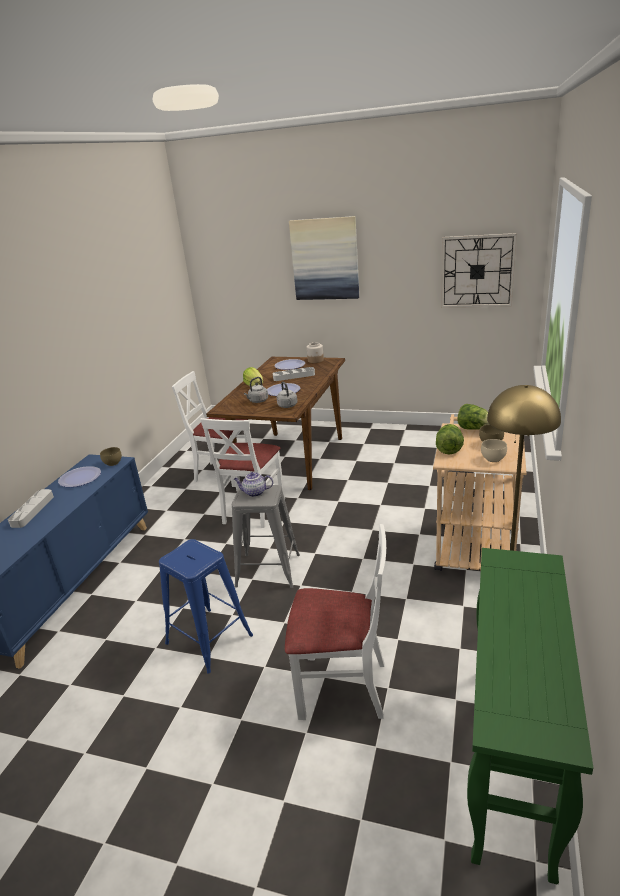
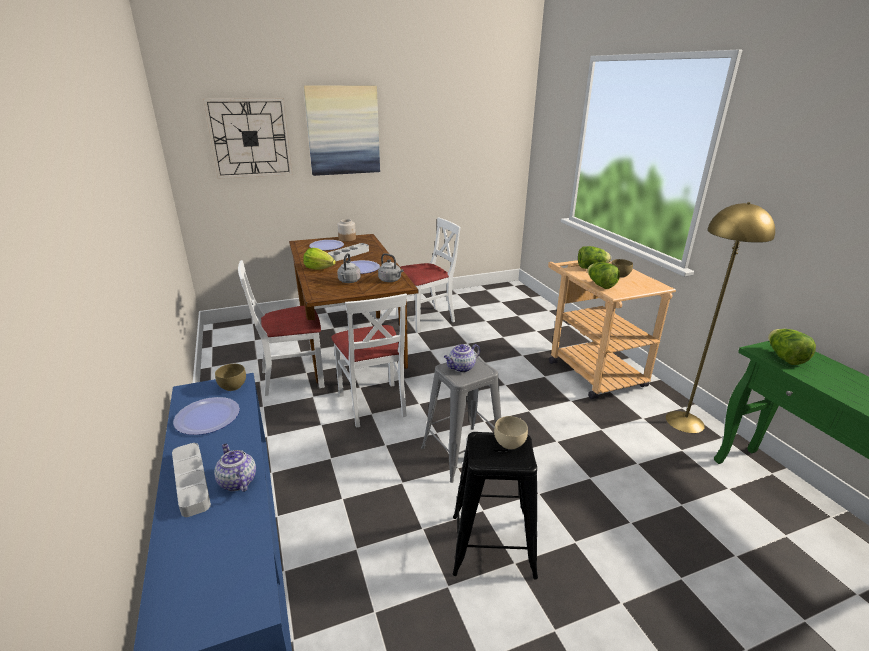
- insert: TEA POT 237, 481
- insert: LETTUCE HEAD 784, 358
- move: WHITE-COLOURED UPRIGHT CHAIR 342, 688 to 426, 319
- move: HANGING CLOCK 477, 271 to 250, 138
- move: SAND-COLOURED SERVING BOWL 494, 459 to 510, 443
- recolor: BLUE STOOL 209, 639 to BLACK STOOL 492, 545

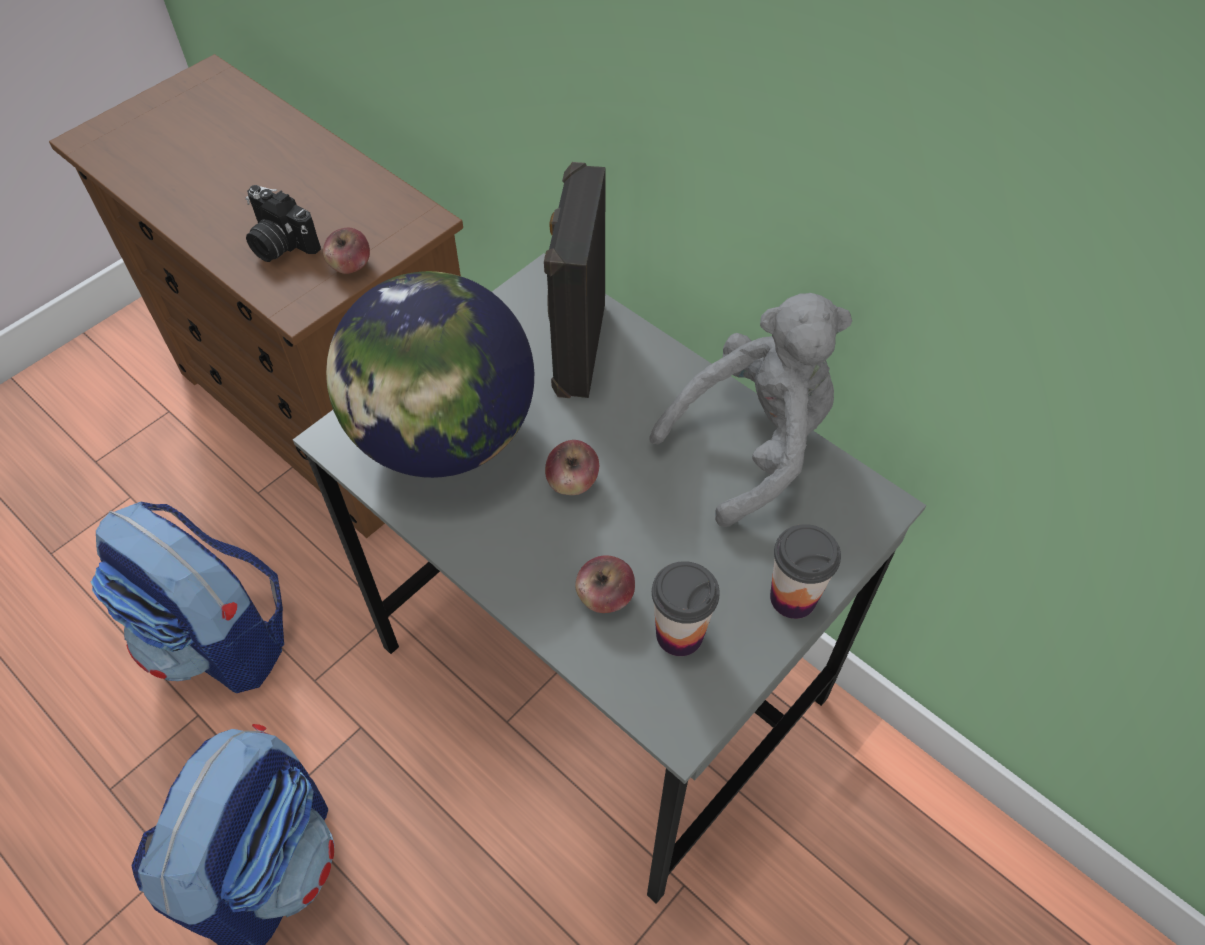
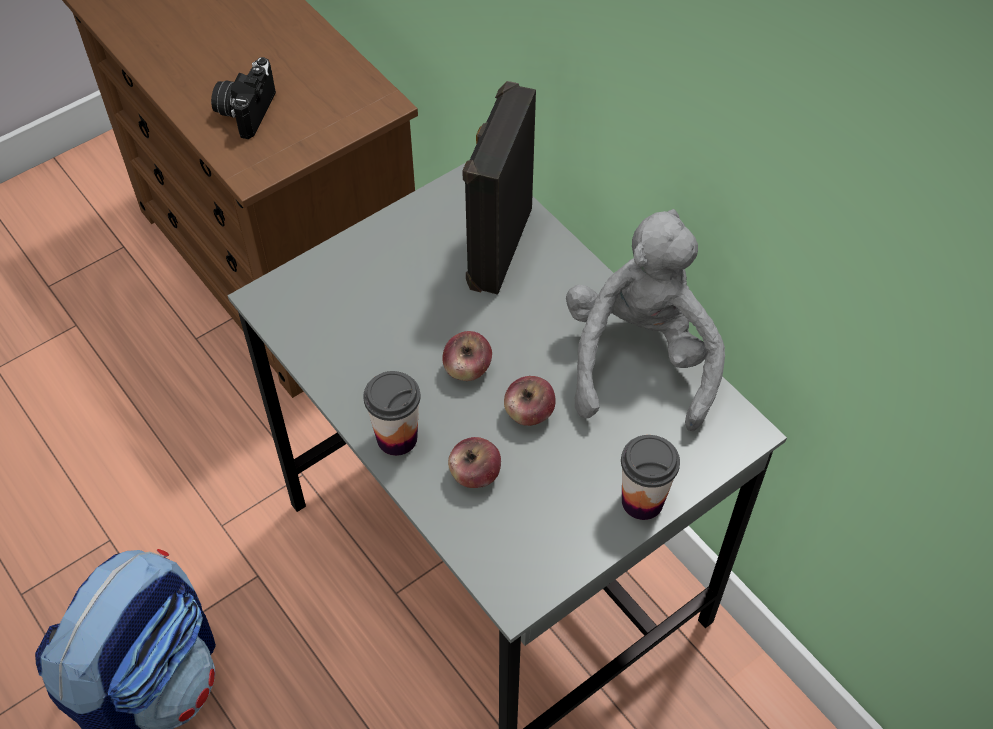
- delete: RUCKSACK 221, 639
- delete: WORLD GLOBE 443, 437
- move: WHOLE APPLE 350, 266 to 529, 413
- move: SMALL CUP 679, 634 to 397, 438
- rotate: PHOTO CAMERA 279, 244 = 245, 111 60 degrees clockwise
- rotate: GREY SOFT TOY 753, 444 = 639, 359 60 degrees counterclockwise

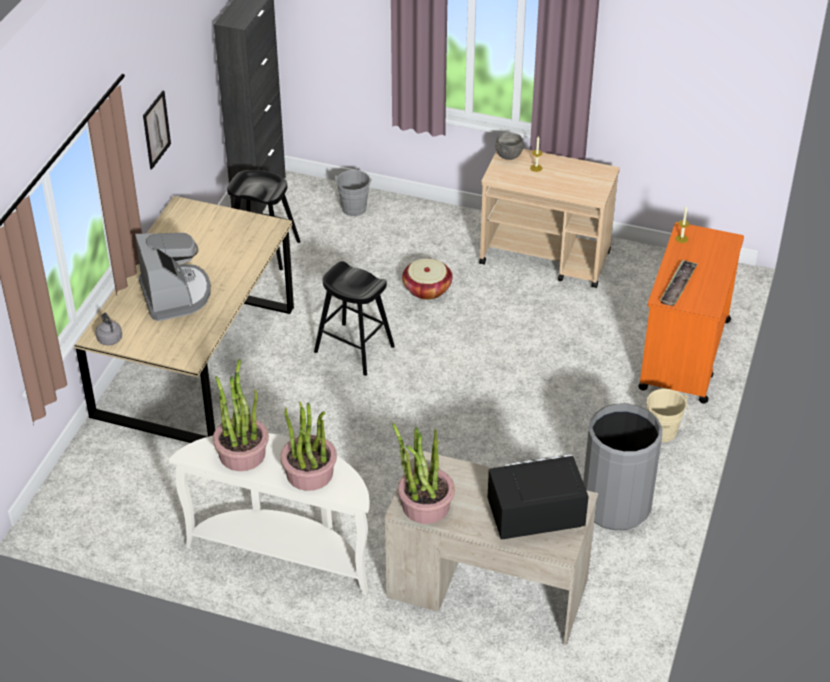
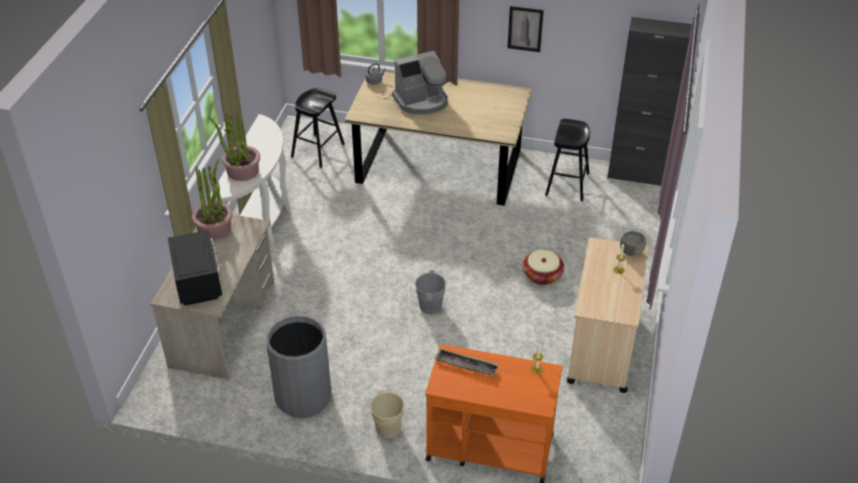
- delete: PLANT IN A POT 242, 454
- move: BLACK STOOL 354, 349 to 317, 150
- move: GREY BUCKET 353, 210 to 427, 306

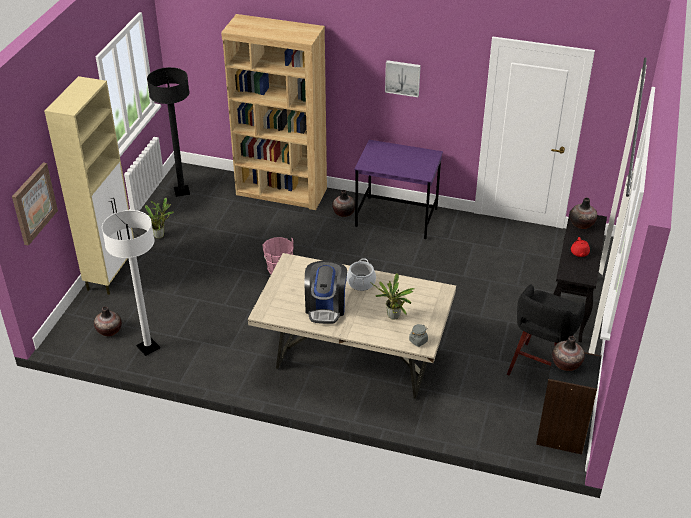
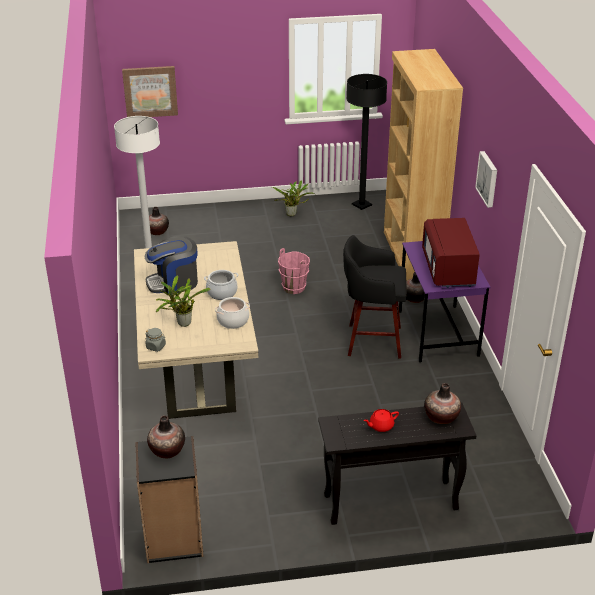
- delete: SAND-COLOURED CABINET 111, 273
- insert: COOKING POT 233, 321
- insert: REDDISH MICROWAVE OVEN 448, 269
- move: BLACK STOOL 539, 368 to 372, 341

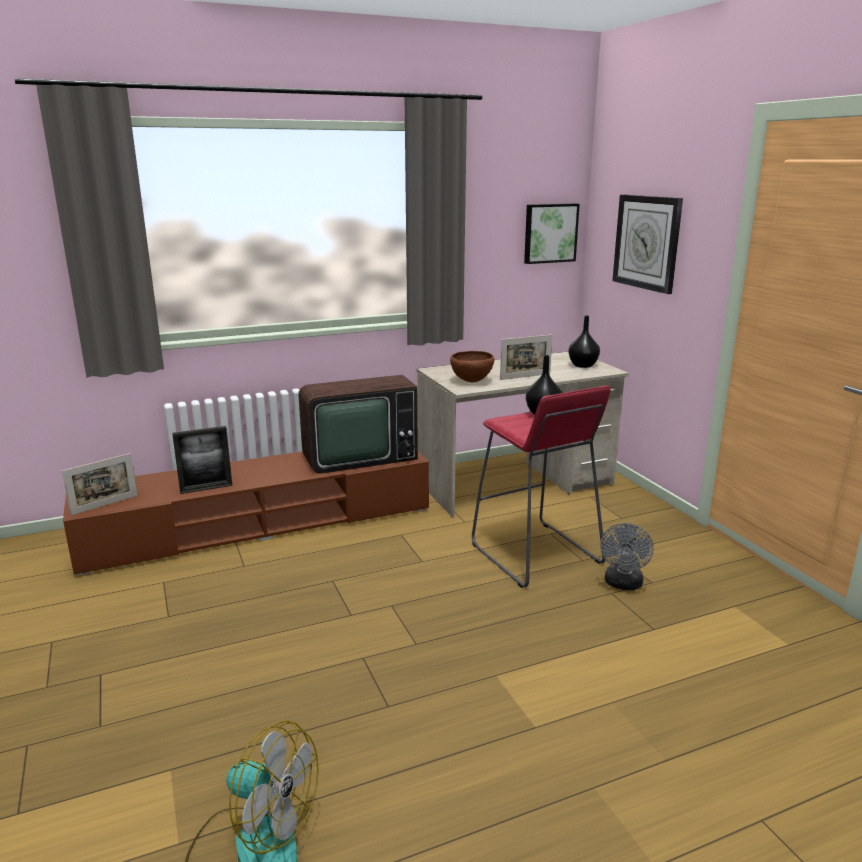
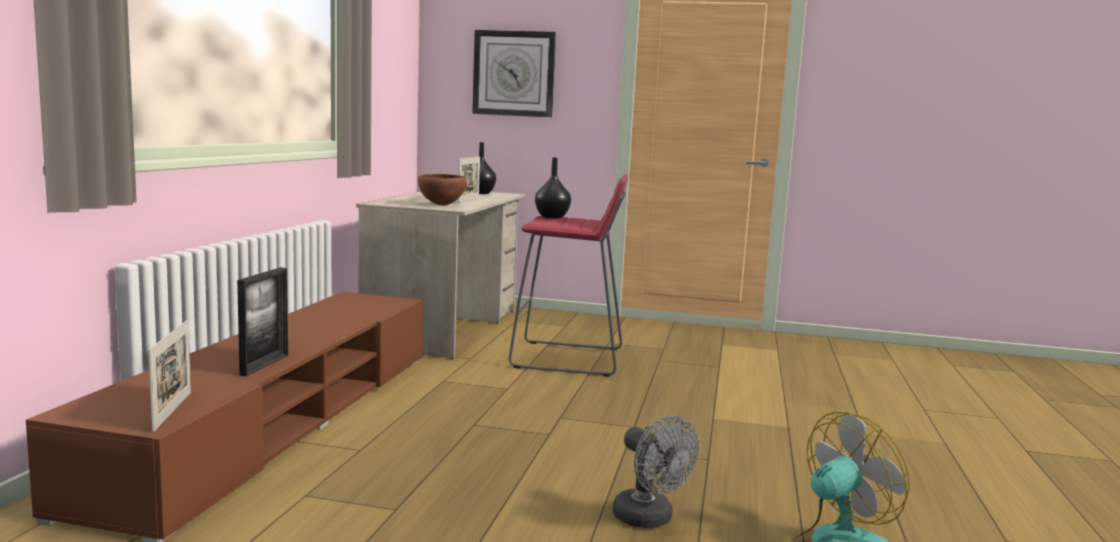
- delete: TV SET 357, 456
- delete: PICTURE 549, 233
- move: GREY FAN 623, 584 to 649, 519

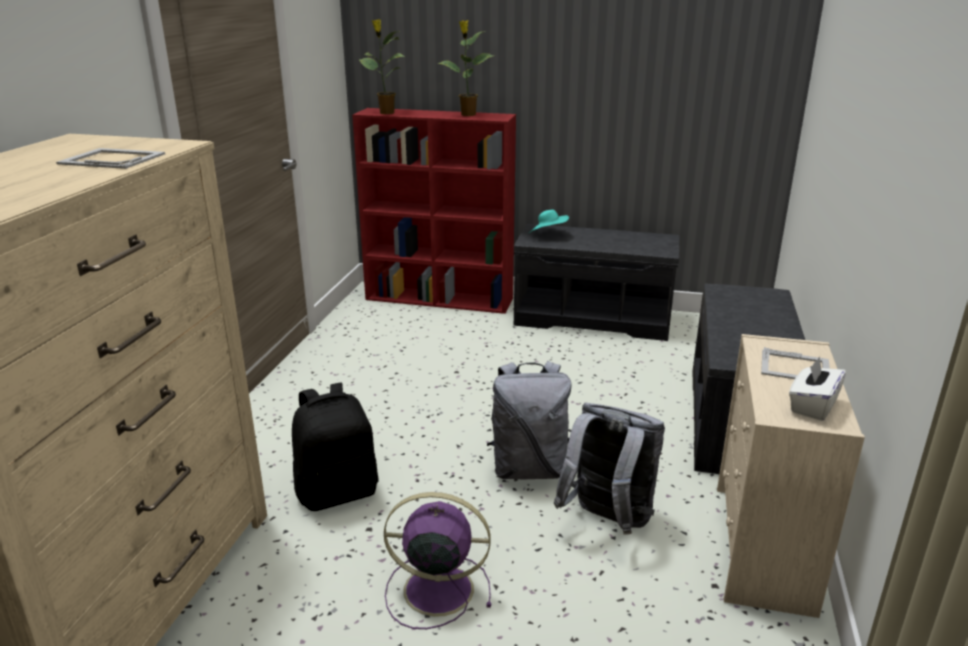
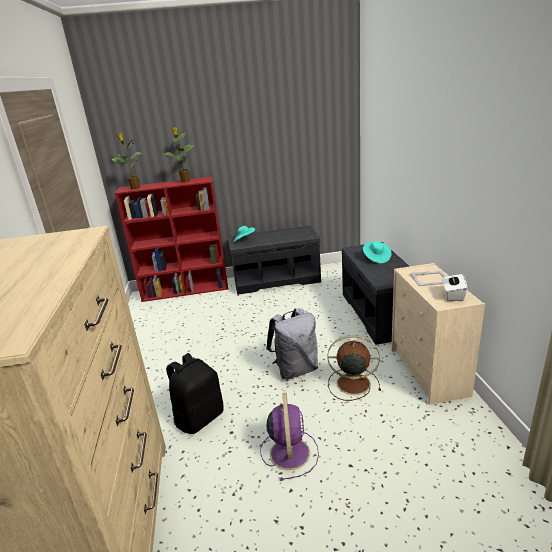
- delete: PHOTO FRAME 111, 158
- insert: BLUE-GREEN CLOTHING HAT 376, 258
- replace: GREY RUCKSACK 607, 521 to BROWN FAN 351, 383
- rotate: PURPLISH FAN 435, 589 = 289, 452 105 degrees clockwise

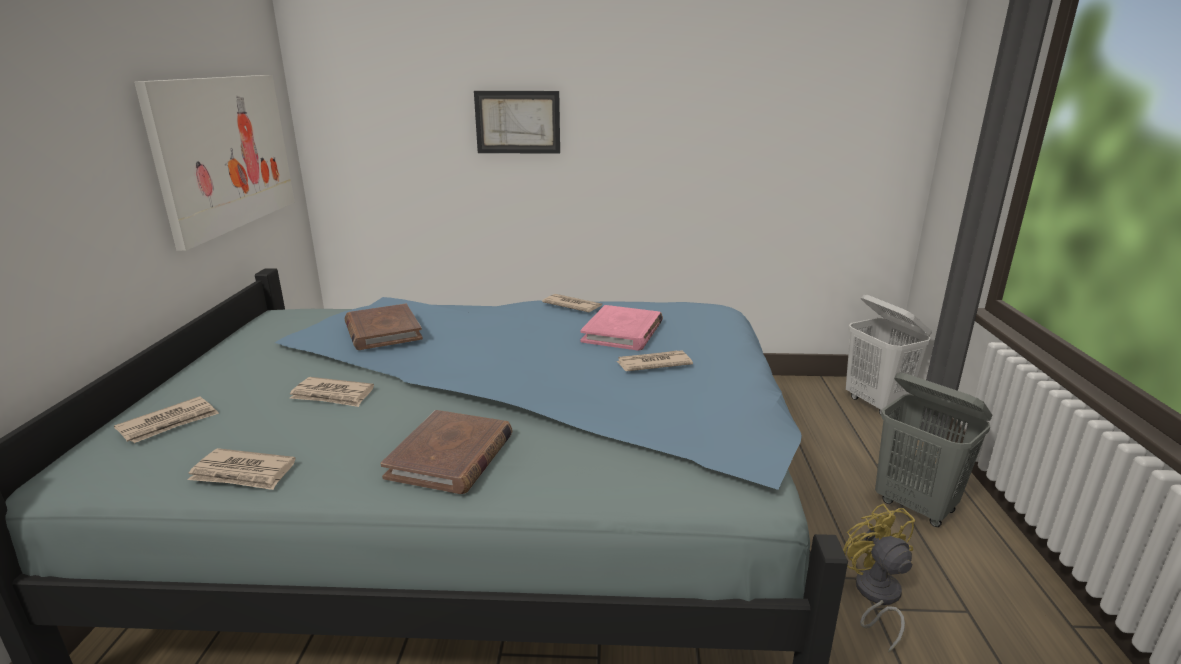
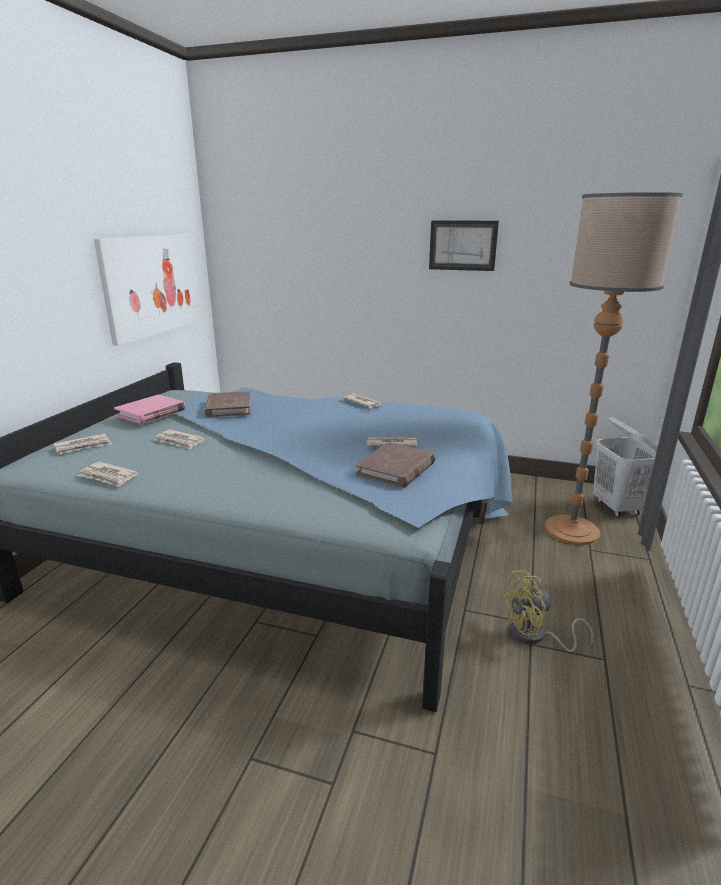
- delete: GREY LAUNDRY BASKET 915, 506
- insert: FLOOR LAMP 572, 530
- move: BROWN VOLUME 451, 456 to 396, 468
- move: PICTURE 517, 122 to 462, 245
- move: PINK VOLUME 623, 332 to 151, 412
- rotate: YELLOW-COLOURED FAN 875, 596 = 535, 636 105 degrees counterclockwise

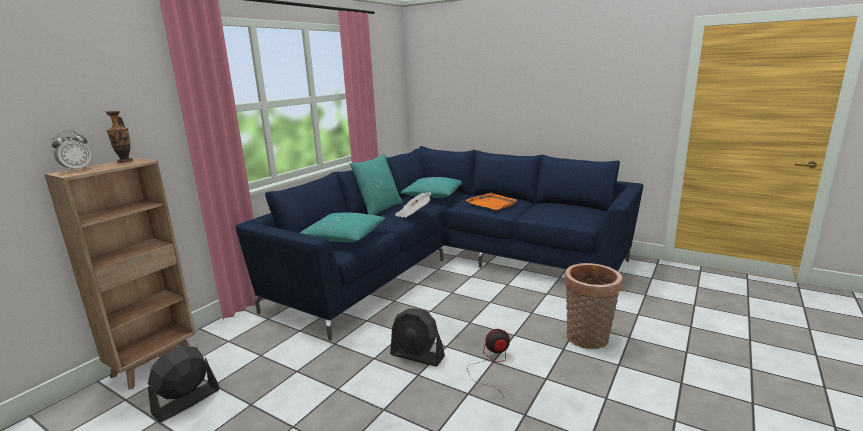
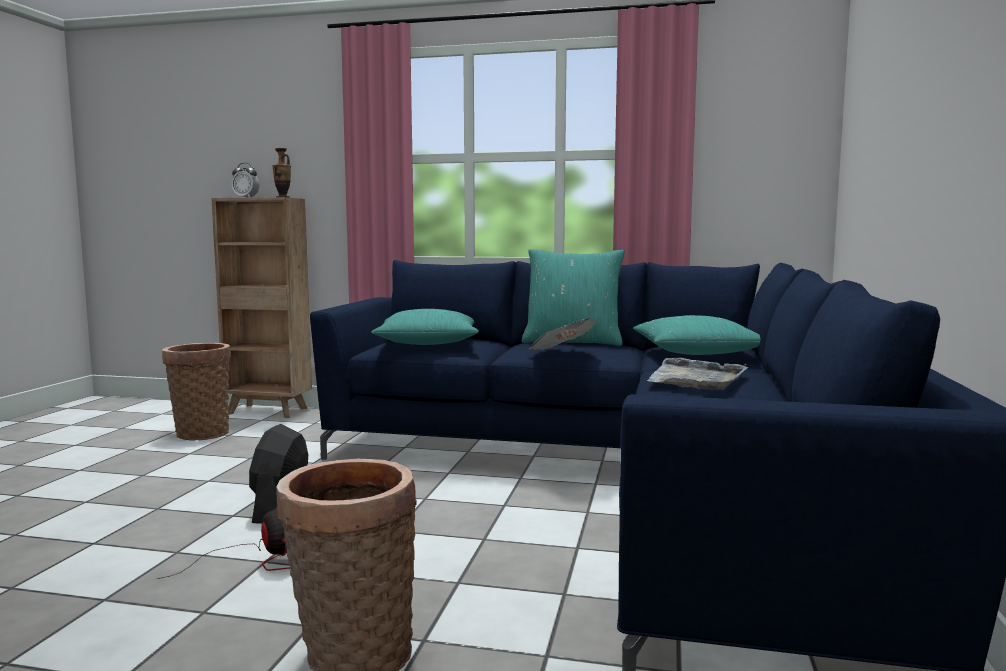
- replace: BLACK FAN 186, 401 to HOUSEHOLD BASKET 201, 433
- recolor: ORANGEY CARRYING TRAY 492, 203 to GREY CARRYING TRAY 696, 379

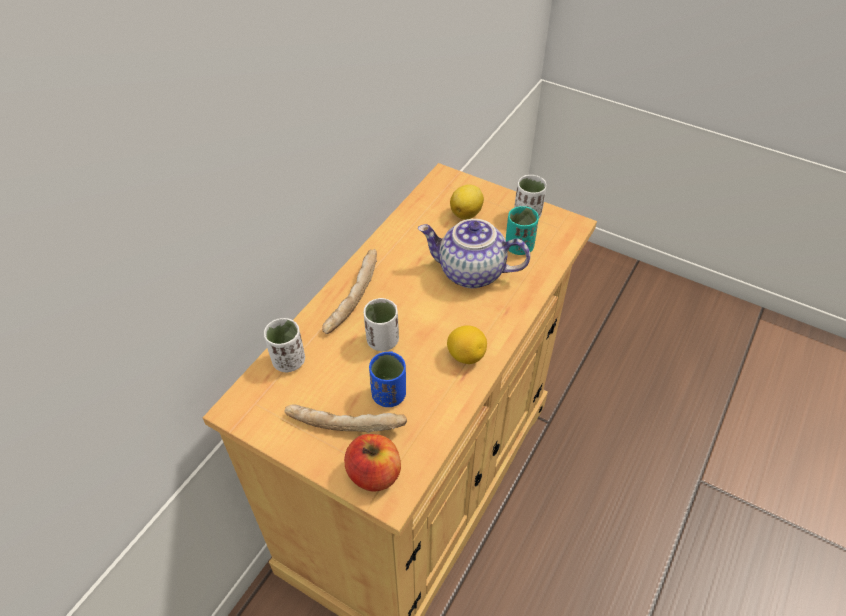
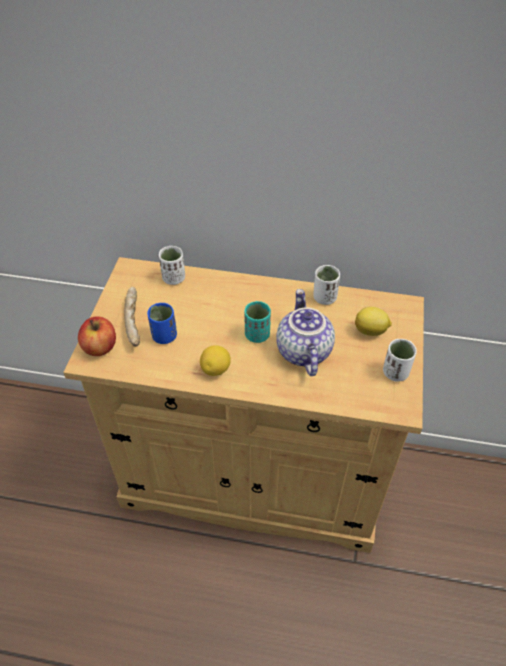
- delete: BAKED BREAD 351, 298
- move: WHITE-COLOURED SMALL CUP 382, 341 to 324, 298
- move: BLUE-GREEN SMALL CUP 519, 247 to 257, 335

